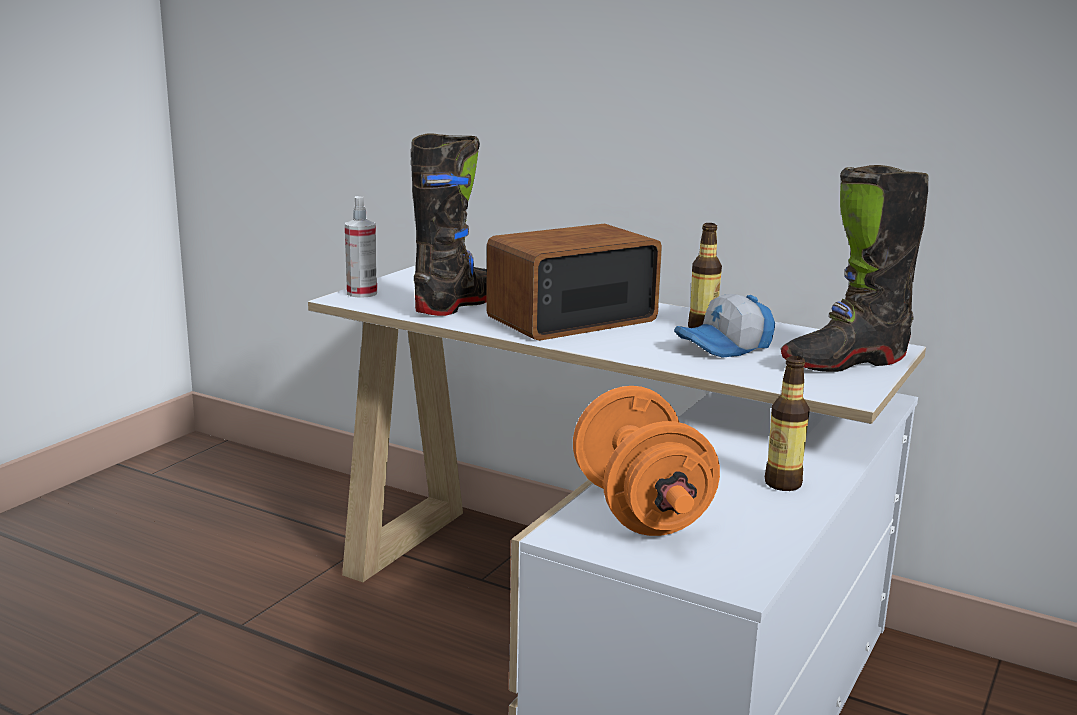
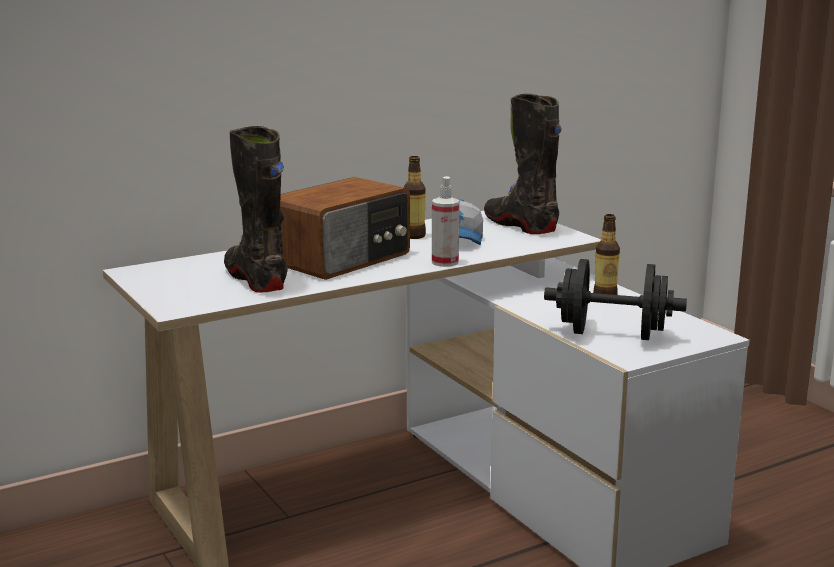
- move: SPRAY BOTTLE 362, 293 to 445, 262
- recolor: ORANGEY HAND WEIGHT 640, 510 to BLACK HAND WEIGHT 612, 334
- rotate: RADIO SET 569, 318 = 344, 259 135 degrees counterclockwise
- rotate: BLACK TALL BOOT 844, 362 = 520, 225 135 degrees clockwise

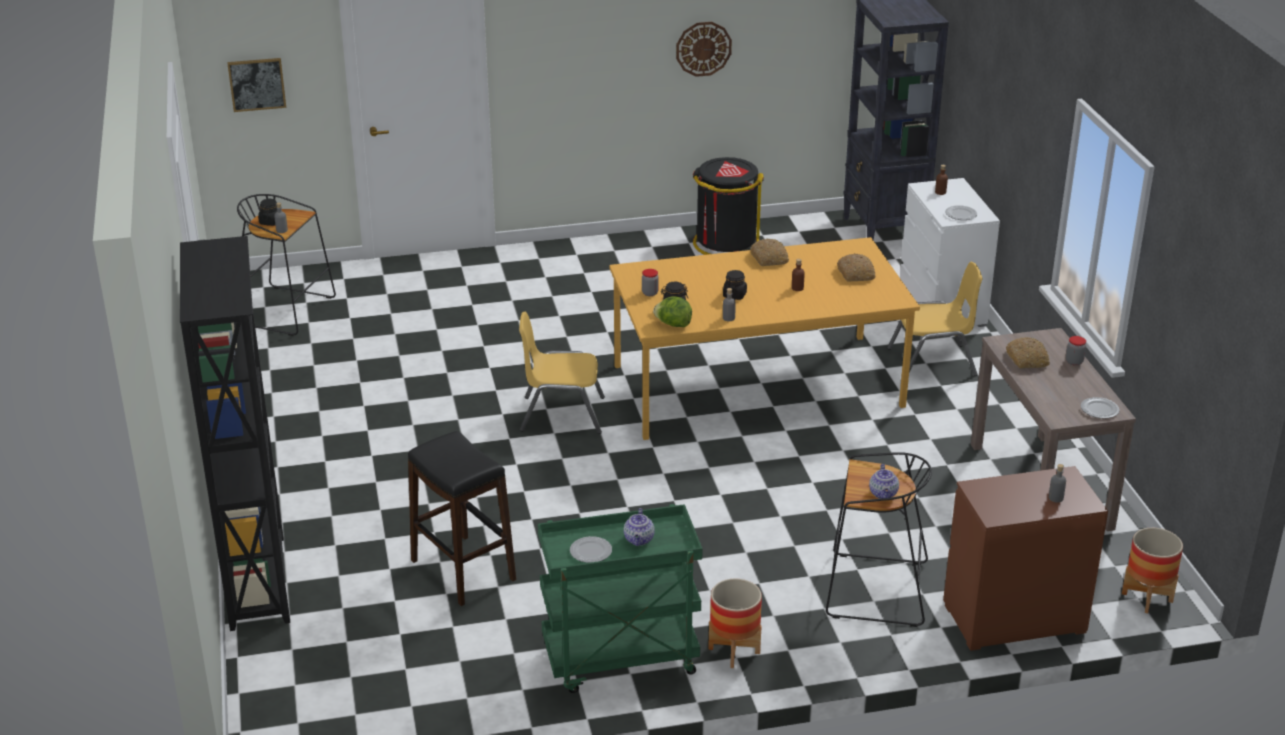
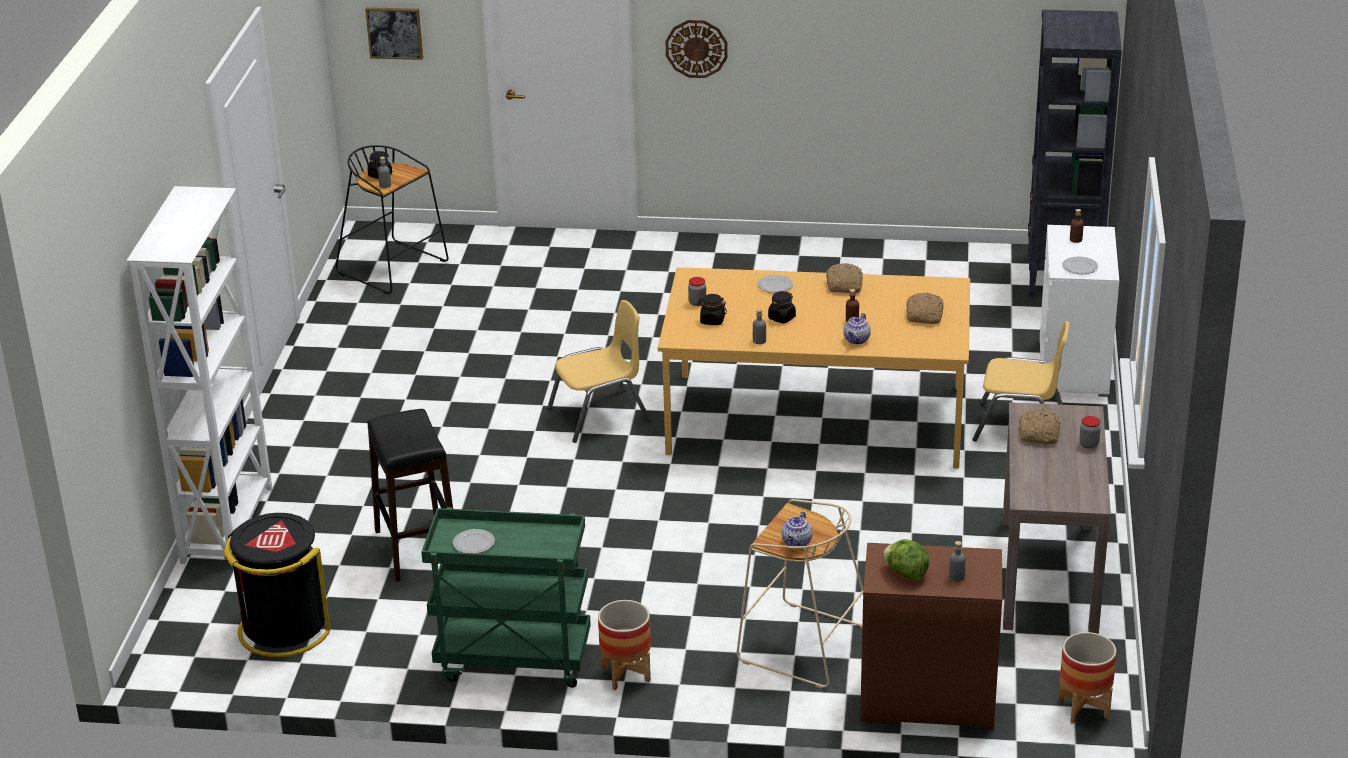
- move: TEA POT 639, 540 to 857, 340
- move: LETTUCE HEAD 673, 324 to 905, 573
- move: HANGING CLOCK 703, 48 to 696, 48
- move: BLACK RUBBISH BIN 725, 244 to 283, 629
- move: DINNER PLATE 1099, 410 to 775, 286
- recolor: BLACK BOOKSHELF 259, 582 to WHITE-COLOURED BOOKSHELF 229, 524
- recolor: BLACK STOOL 874, 590 to SAND-COLOURED STOOL 802, 645
- rotate: YELLOW-COLOURED UPRIGHT CHAIR 562, 414 = 600, 415 135 degrees clockwise

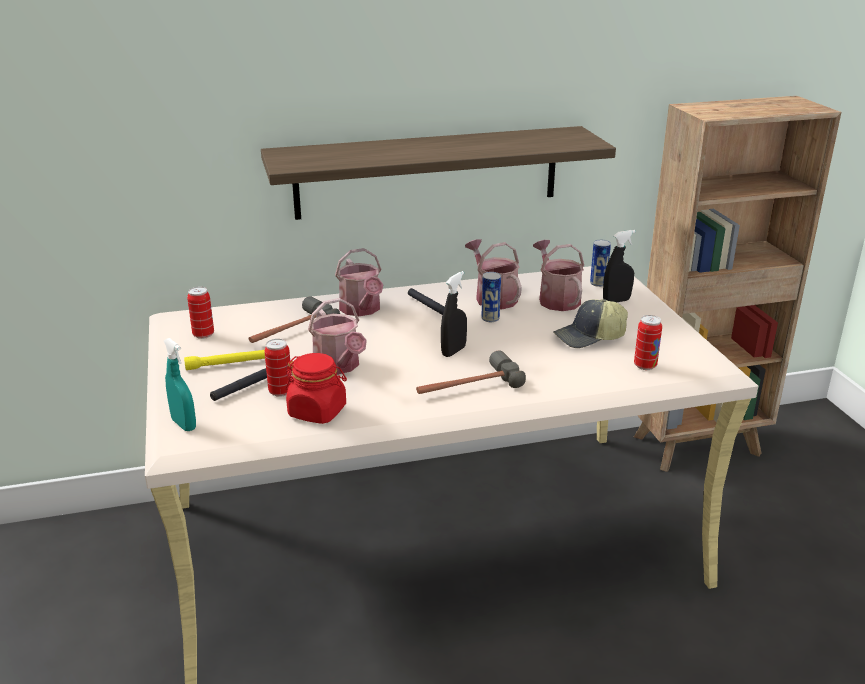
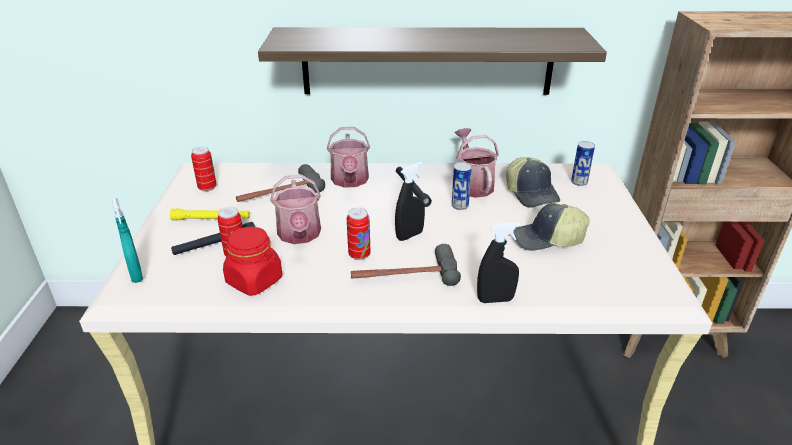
- move: BLACK SPRAY BOTTLE 616, 301 to 495, 299
- move: METAL CAN 645, 366 to 359, 255
- replace: SPRINKLING CAN 556, 299 to CAP 531, 193

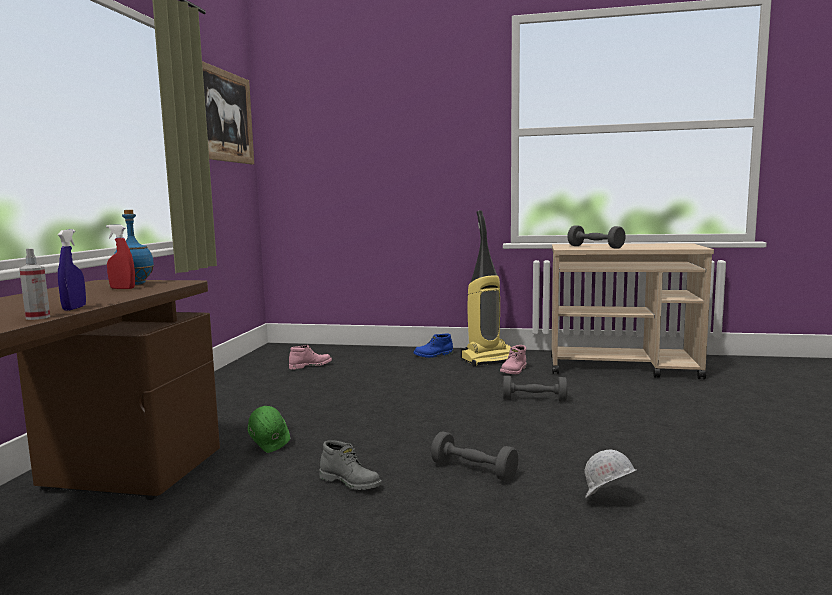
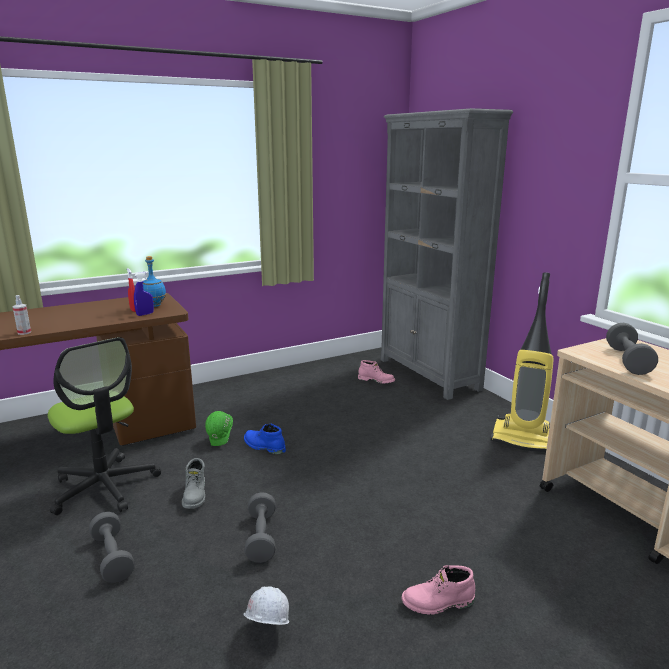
- delete: PICTURE 224, 116
- insert: DESK CHAIR 105, 487
- insert: GREY BOOKSHELF 429, 374
- move: BLUE SPRAY BOTTLE 74, 308 to 145, 314
- move: BLUE TALL BOOT 433, 355 to 263, 446
- move: PINK TALL BOOT 514, 371 to 438, 603
- move: GREY HAND WEIGHT 534, 400 to 112, 557

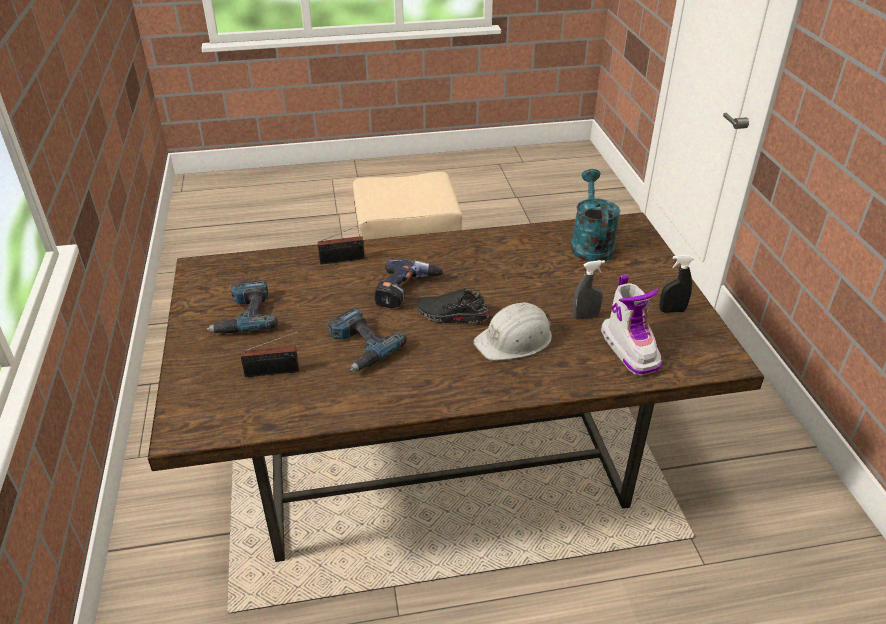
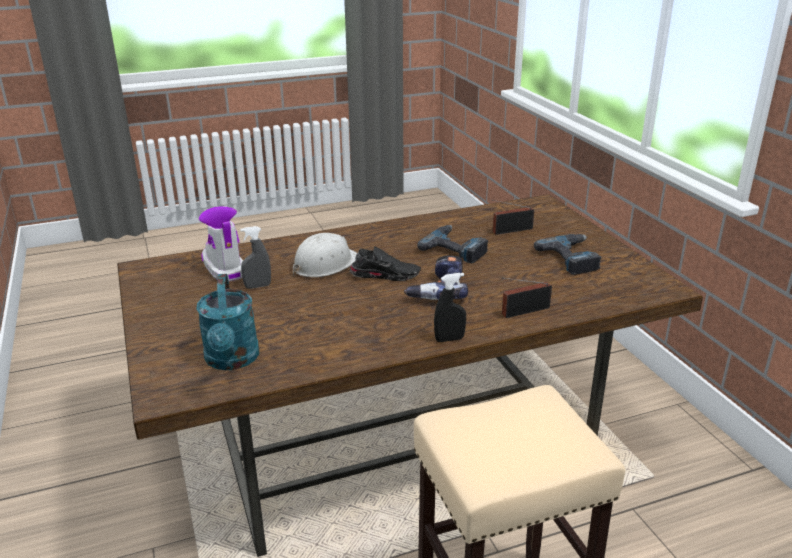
- move: BLACK SPRAY BOTTLE 672, 310 to 449, 339

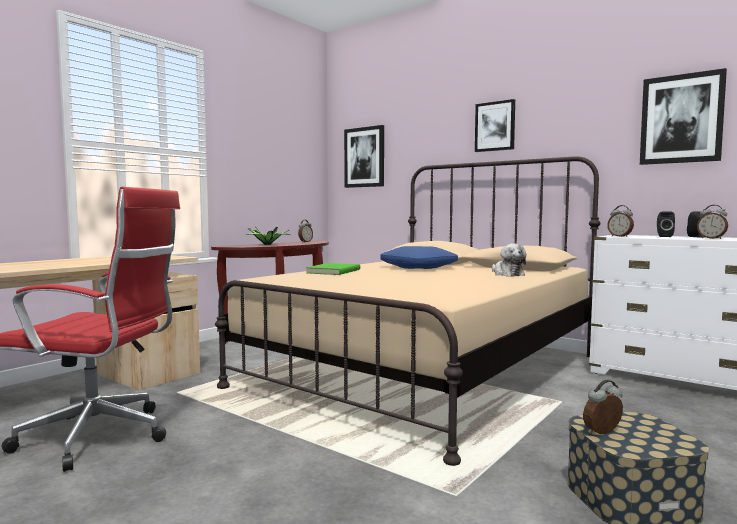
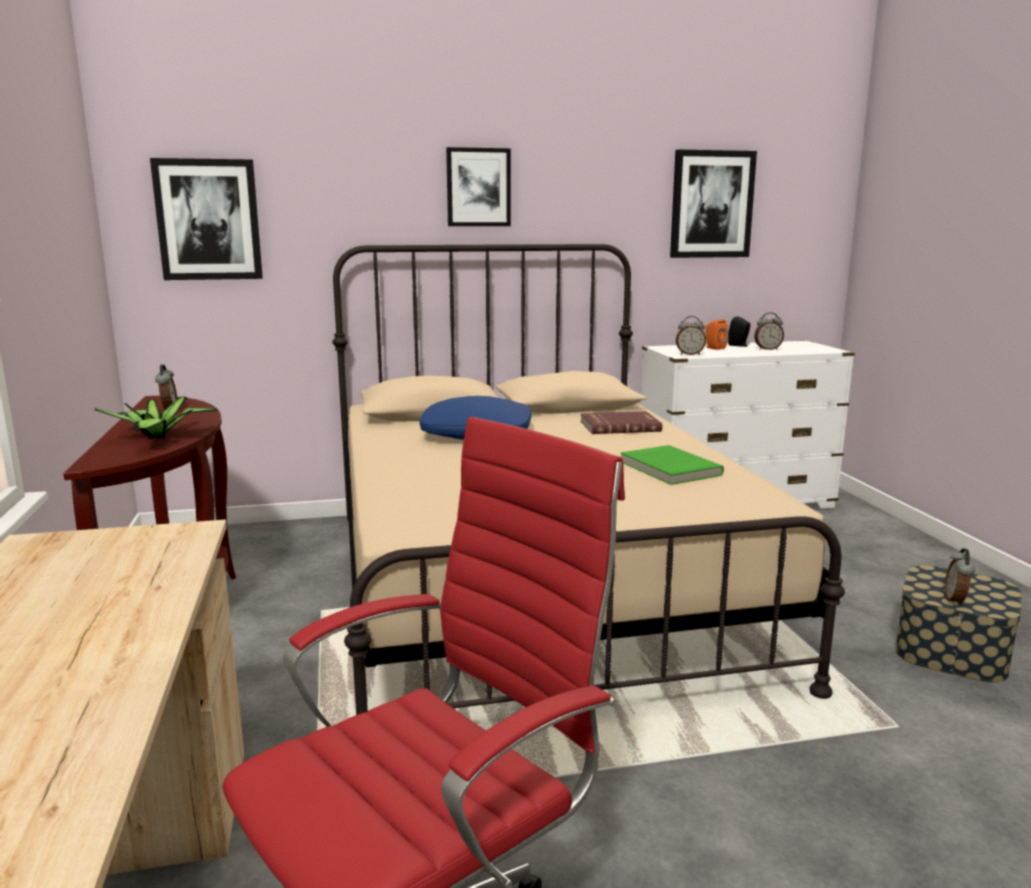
- move: GREENISH VOLUME 332, 271 to 668, 468
- replace: SOFT TOY 507, 274 to REDDISH VOLUME 619, 426
- recolor: BLACK AUDIO SPEAKER 663, 236 to ORANGEY AUDIO SPEAKER 713, 348

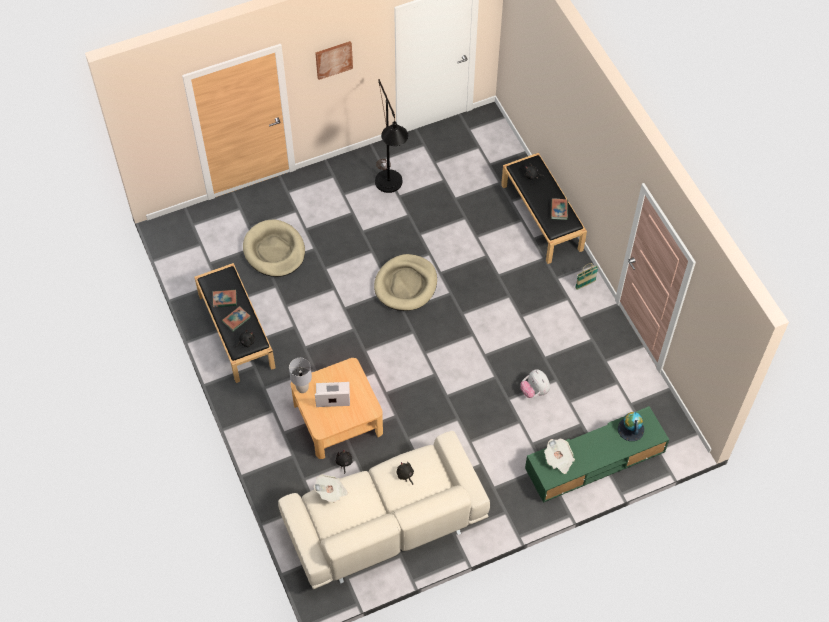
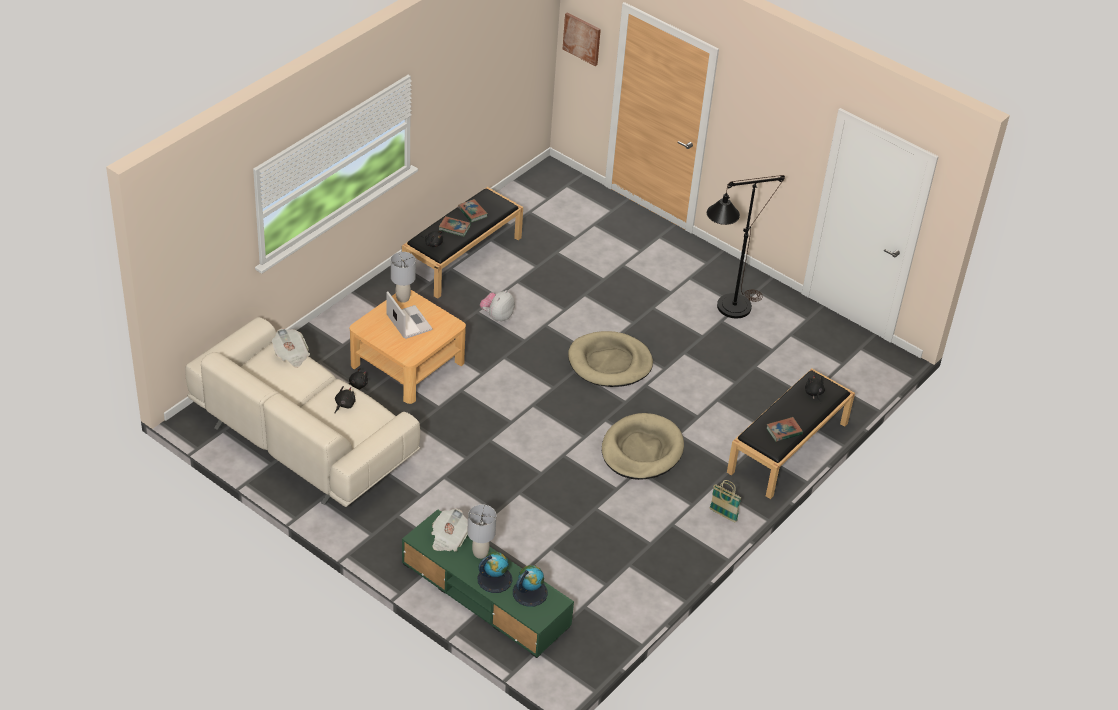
- insert: GREY TABLETOP LAMP 480, 553
- insert: WORLD GLOBE 494, 579
- move: SAND-COLOURED DOG BED 274, 250 to 641, 450
- move: PICTURE 333, 59 to 582, 38
- move: SOFT TOY 534, 391 to 497, 316

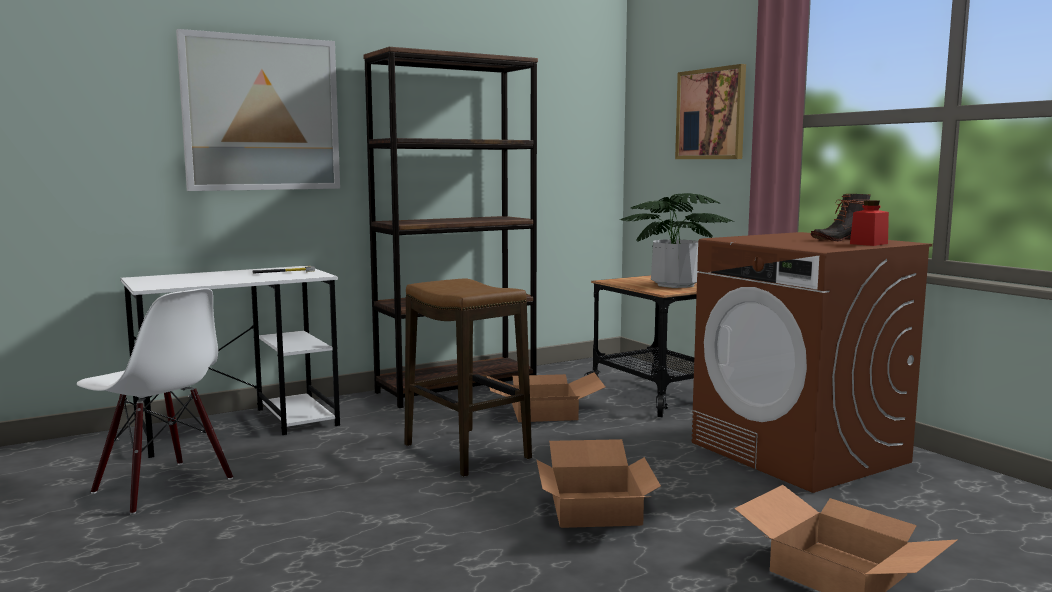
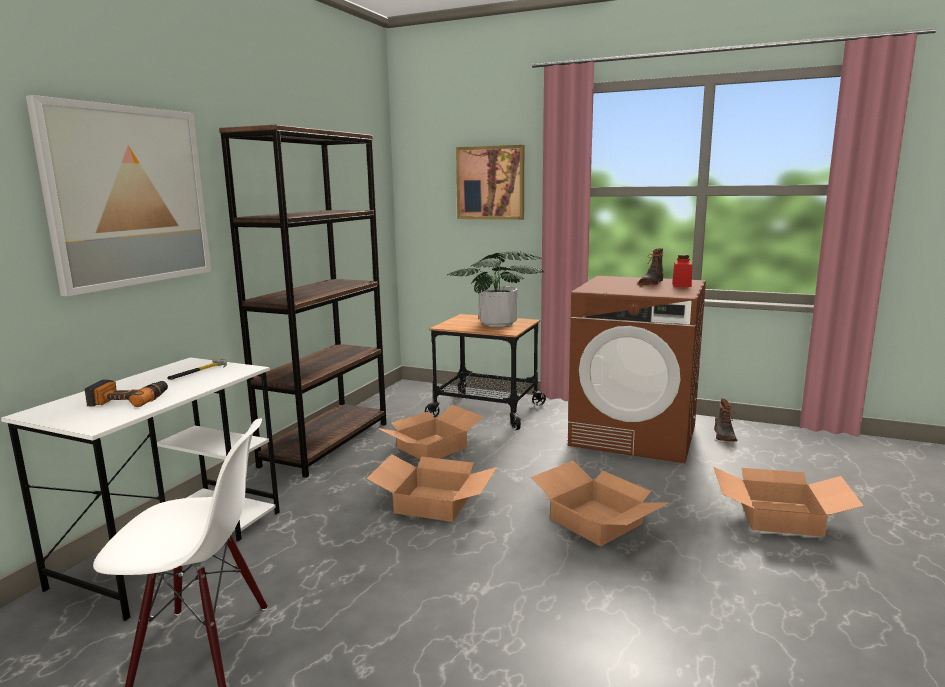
- insert: POWER DRILL 129, 399
- insert: TALL BOOT 723, 435
- replace: STOOL 466, 452 to PACKING BOX 432, 503

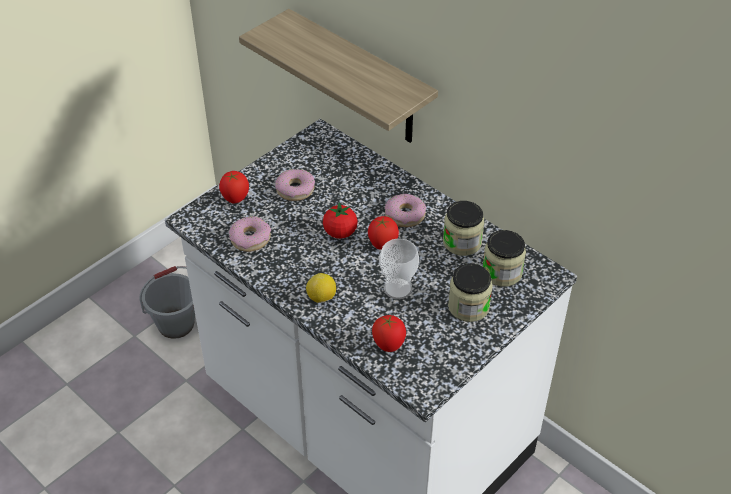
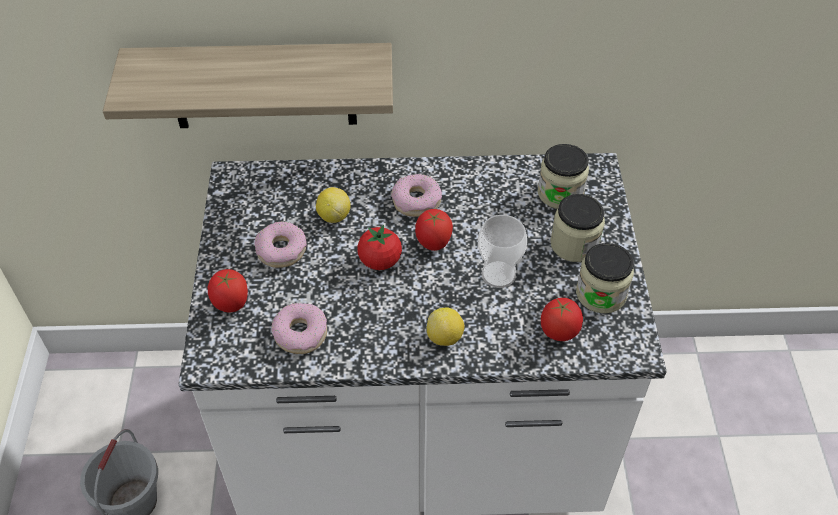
- insert: CITRUS FRUIT 334, 216
- move: STORAGE JAR 462, 242 to 601, 294

